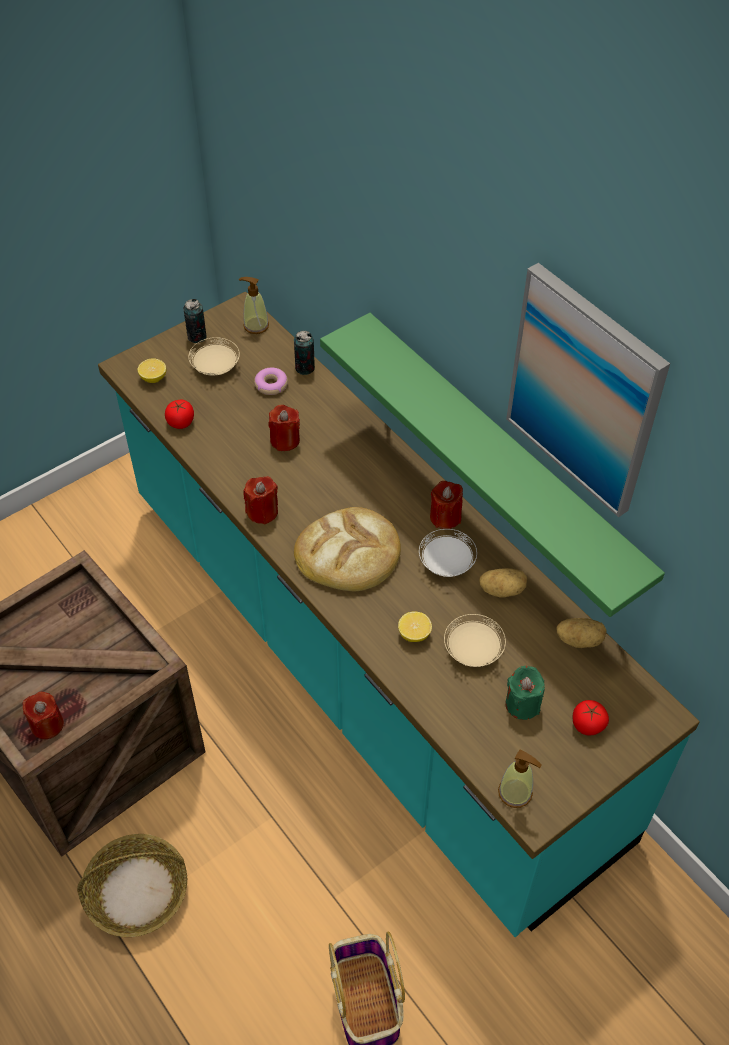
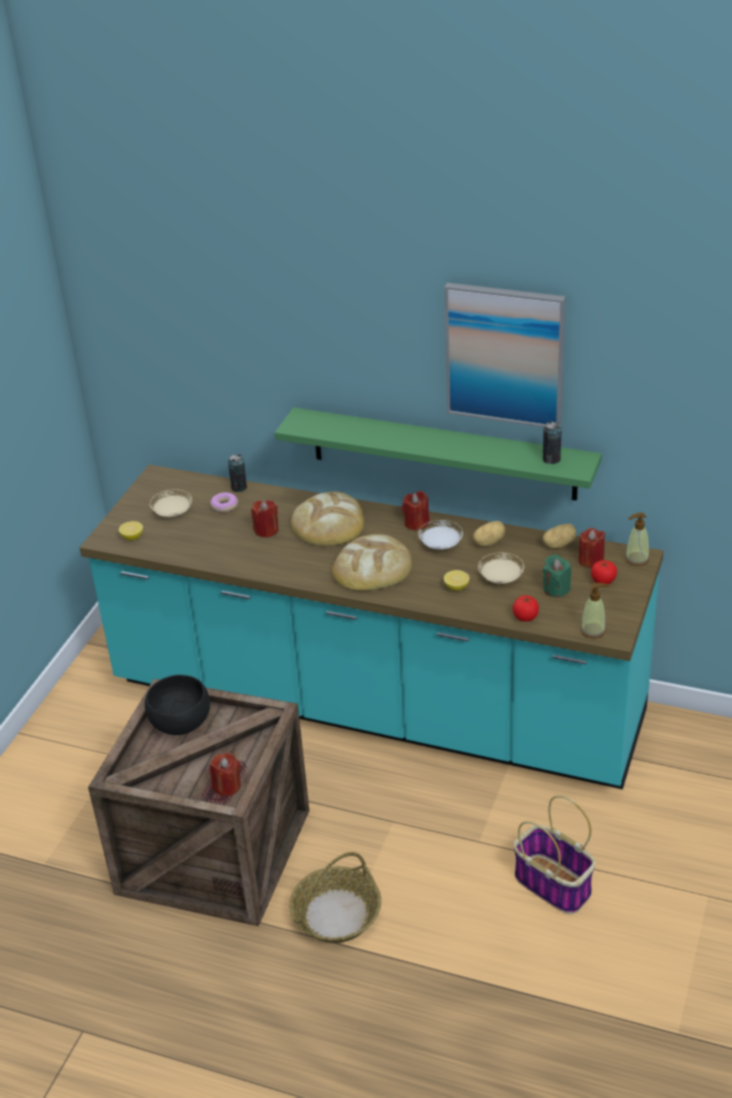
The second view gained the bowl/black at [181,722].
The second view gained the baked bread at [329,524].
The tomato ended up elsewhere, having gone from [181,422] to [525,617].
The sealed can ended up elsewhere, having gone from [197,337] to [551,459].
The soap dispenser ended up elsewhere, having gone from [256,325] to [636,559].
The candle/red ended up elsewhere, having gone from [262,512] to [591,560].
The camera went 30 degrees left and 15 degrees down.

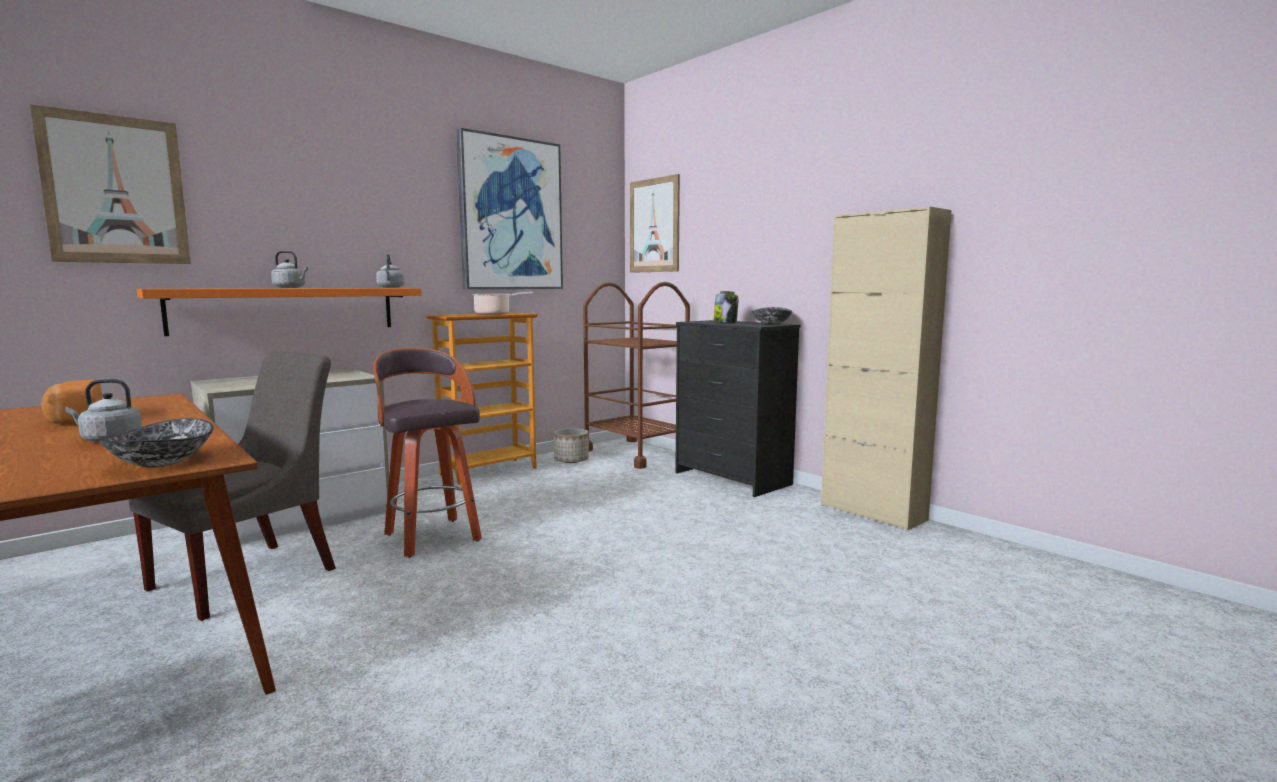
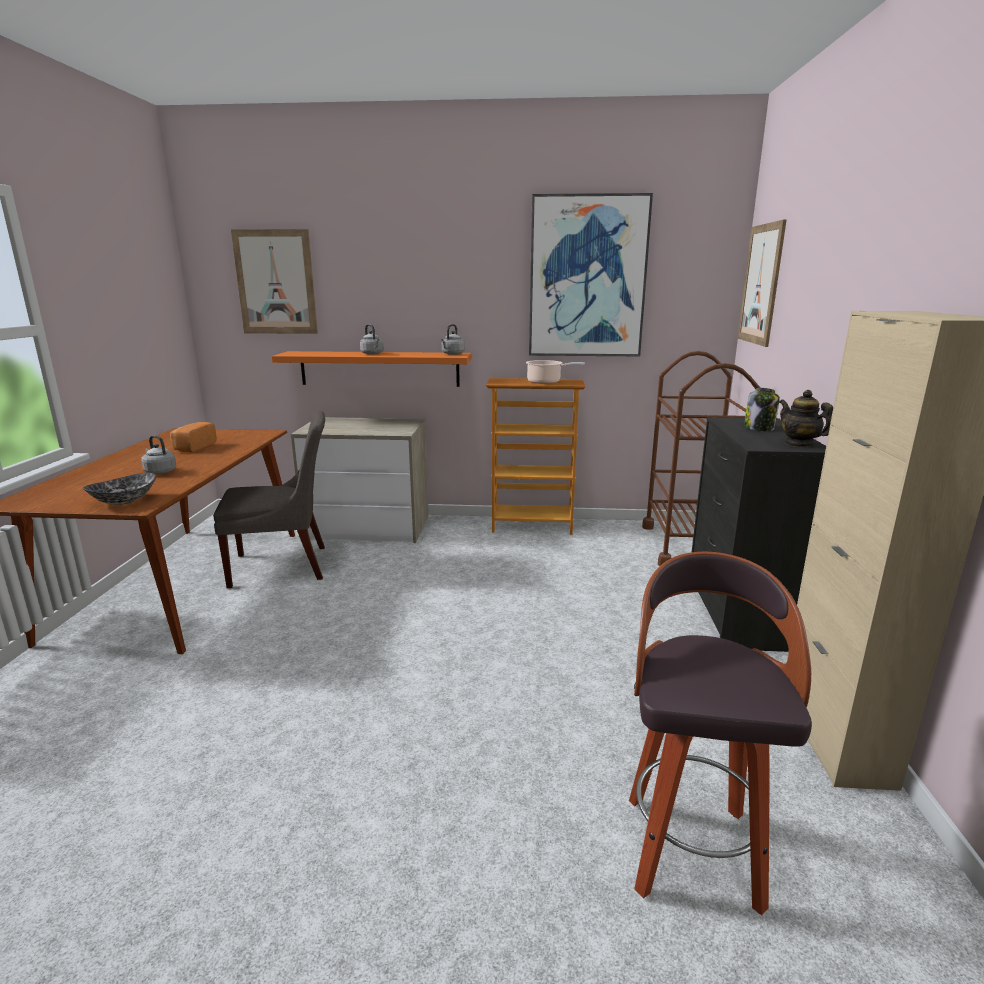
The second view lost the planter at [571,460].
The stool seat ended up elsewhere, having gone from [431,537] to [690,847].
Where the bowl stood at [772,324], the pot for tea came to stand at [799,444].
The camera went 45 degrees right and 10 degrees up.

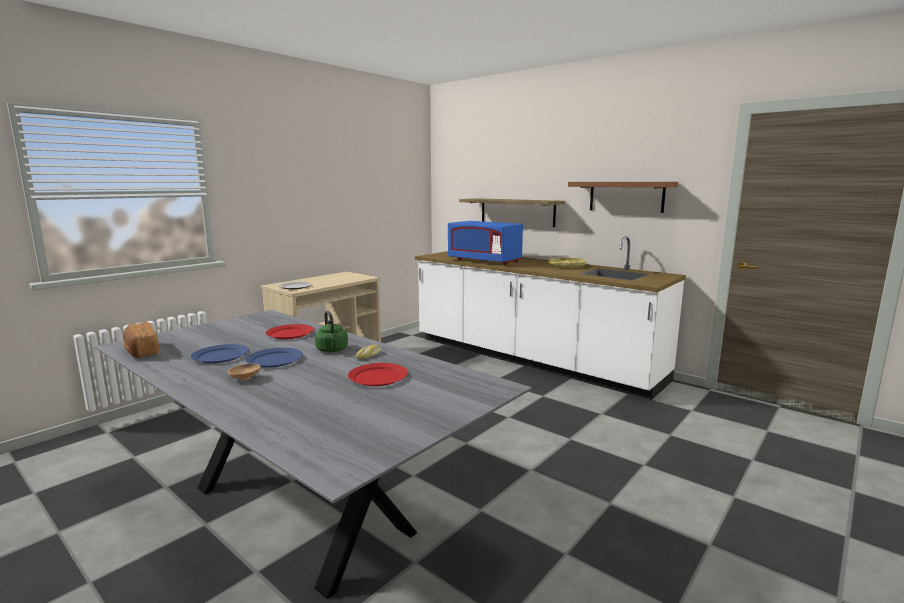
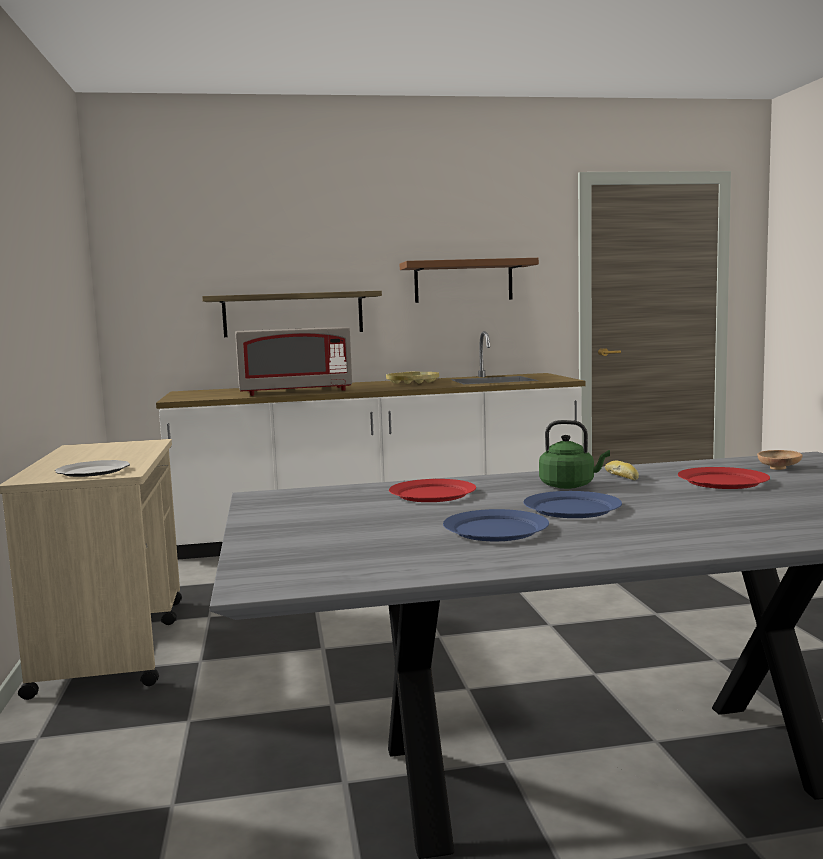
The second view lost the baked bread at [141,351].
The bowl/brownish ended up elsewhere, having gone from [245,379] to [779,468].
What was the kitchen microwave/bluish at [484,261] turned into the kitchen microwave/grey at [294,391].
The camera went 50 degrees left and 5 degrees down.

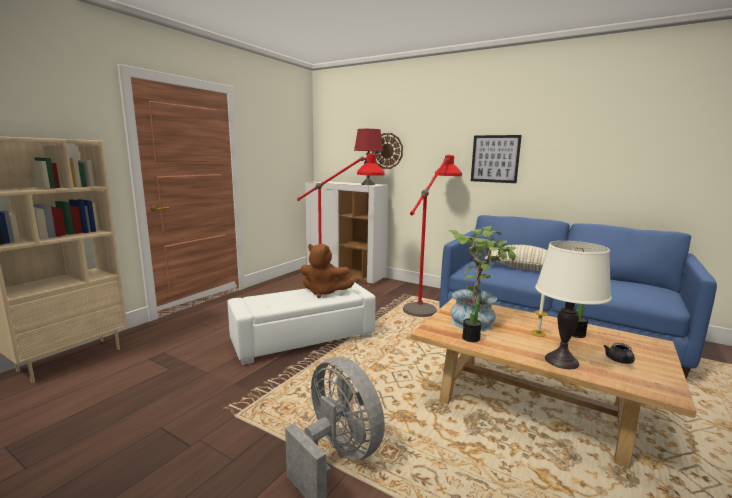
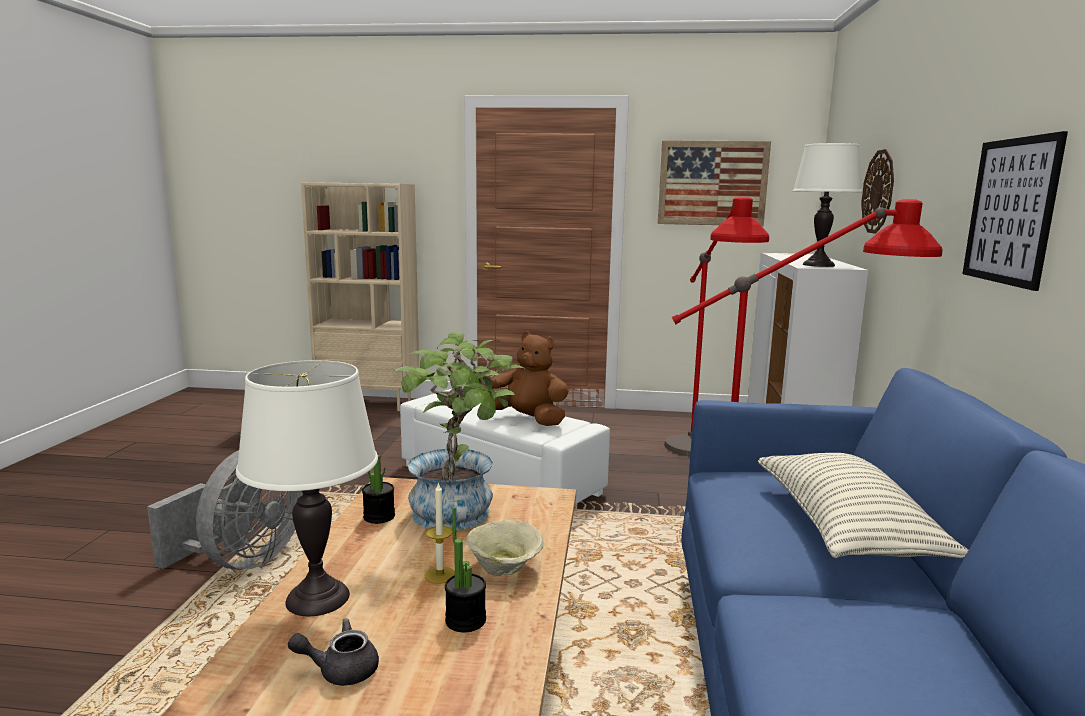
The second view gained the bowl/beige at [506,568].
The second view gained the wall picture at [712,183].
What was the table lamp/red at [367,184] turned into the table lamp/white at [818,265].
The soft toy/brownish at [324,292] ended up facing another way, 120 degrees clockwise from before.
The camera went 65 degrees right and 0 degrees up.

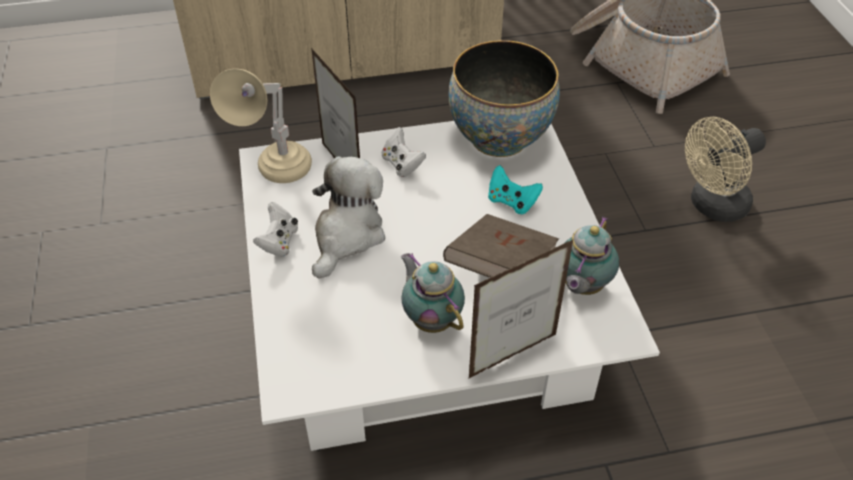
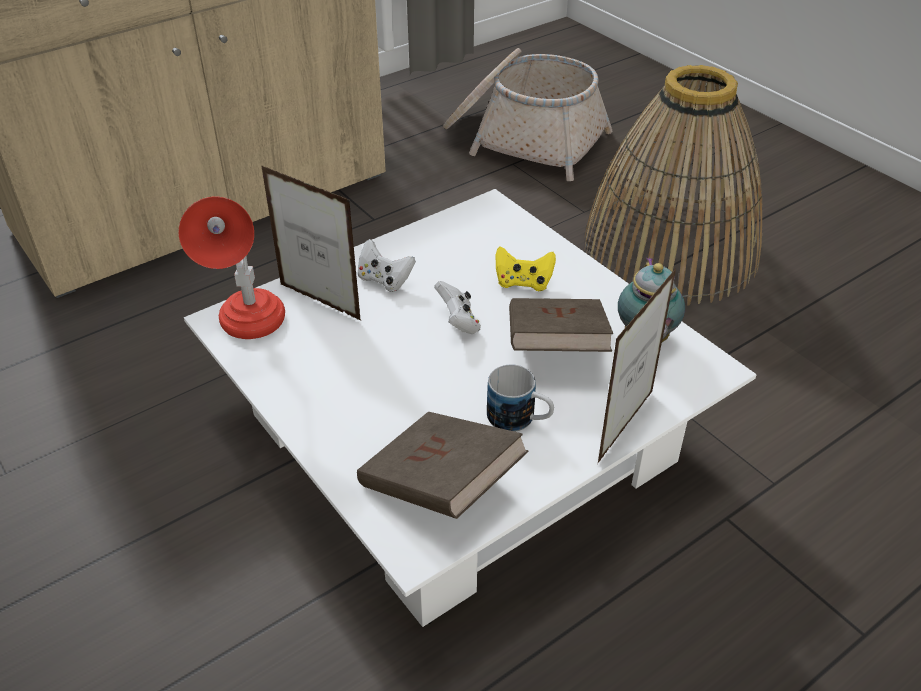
The second view lost the soft toy at [347,235].
The second view lost the bowl at [499,138].
The second view gained the book/brownish at [440,486].
The game controller/white ended up elsewhere, having gone from [279,242] to [458,322].
Where the pot for tea stood at [431,319], the mug came to stand at [520,420].
Where the fan/beige stood at [712,206], the storage basket came to stand at [670,250].
What was the table lamp/beige at [277,176] turned into the table lamp/red at [250,332].
What was the game controller/blue-green at [511,202] turned into the game controller/yellowish at [523,282].
The camera went 25 degrees left and 5 degrees down.

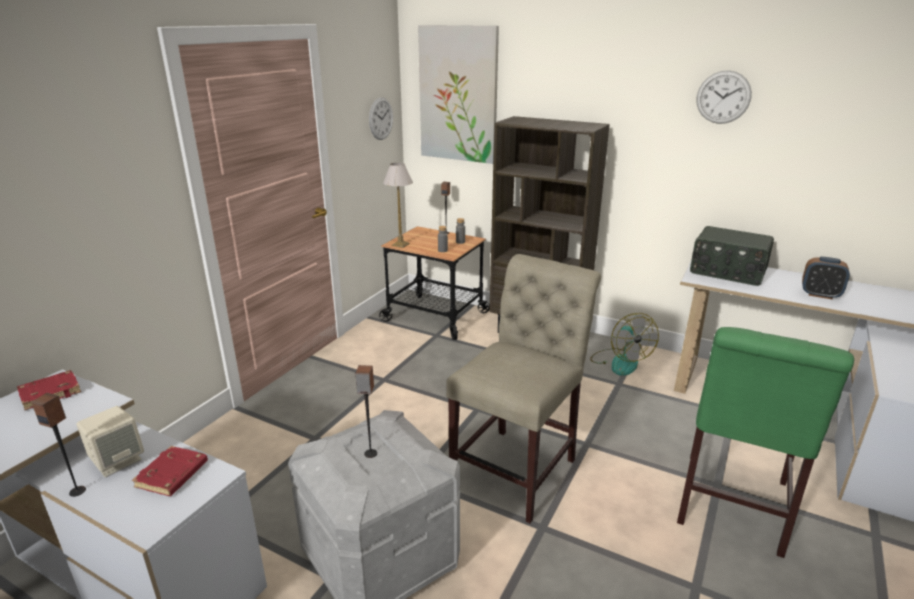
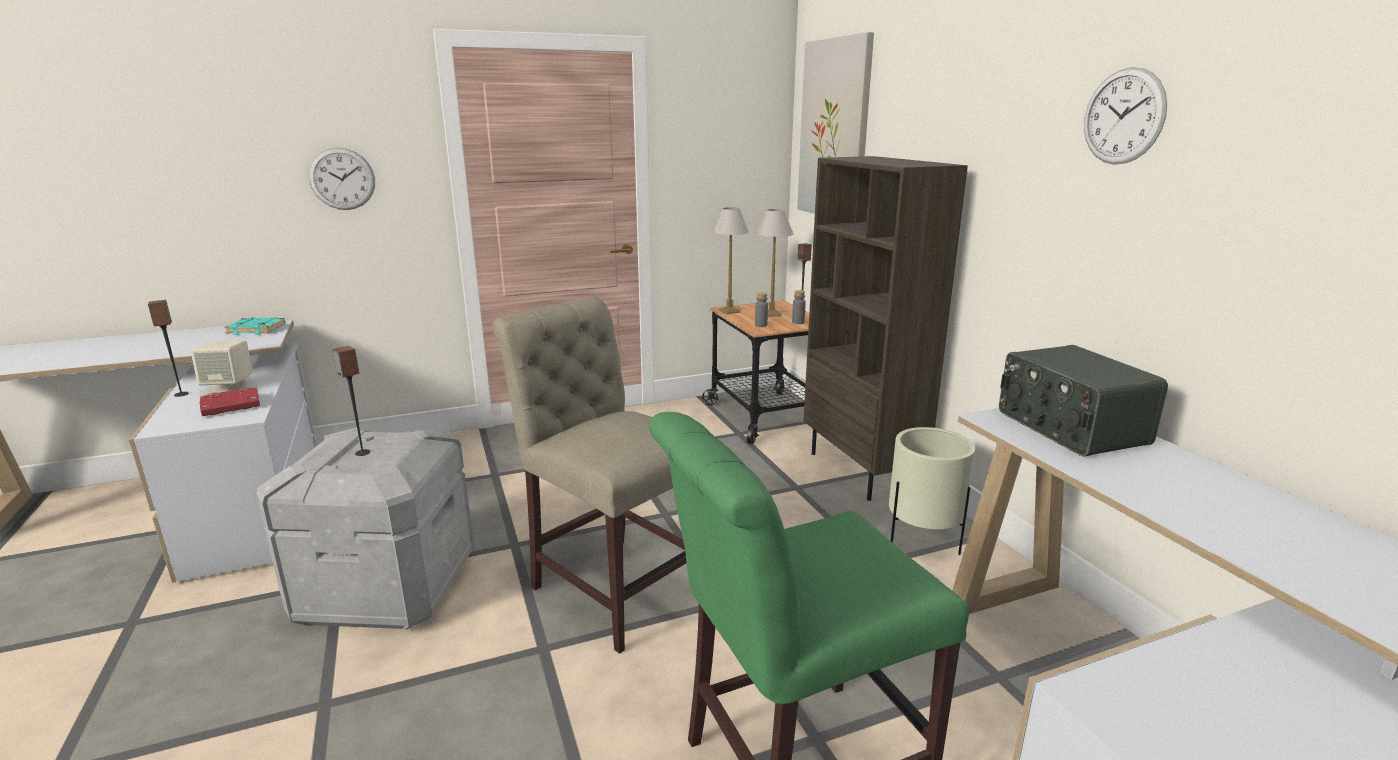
The second view lost the bedside clock at [820,295].
The second view gained the table lamp at [771,314].
The clock on the wall ended up elsewhere, having gone from [381,118] to [342,179].
Where the fan stood at [620,361], the planter/beige came to stand at [923,541].
What was the book/red at [51,393] turned into the book/blue-green at [257,329].
The upright chair/beige at [518,468] ended up facing another way, 120 degrees counterclockwise from before.
The camera went 40 degrees right and 5 degrees down.

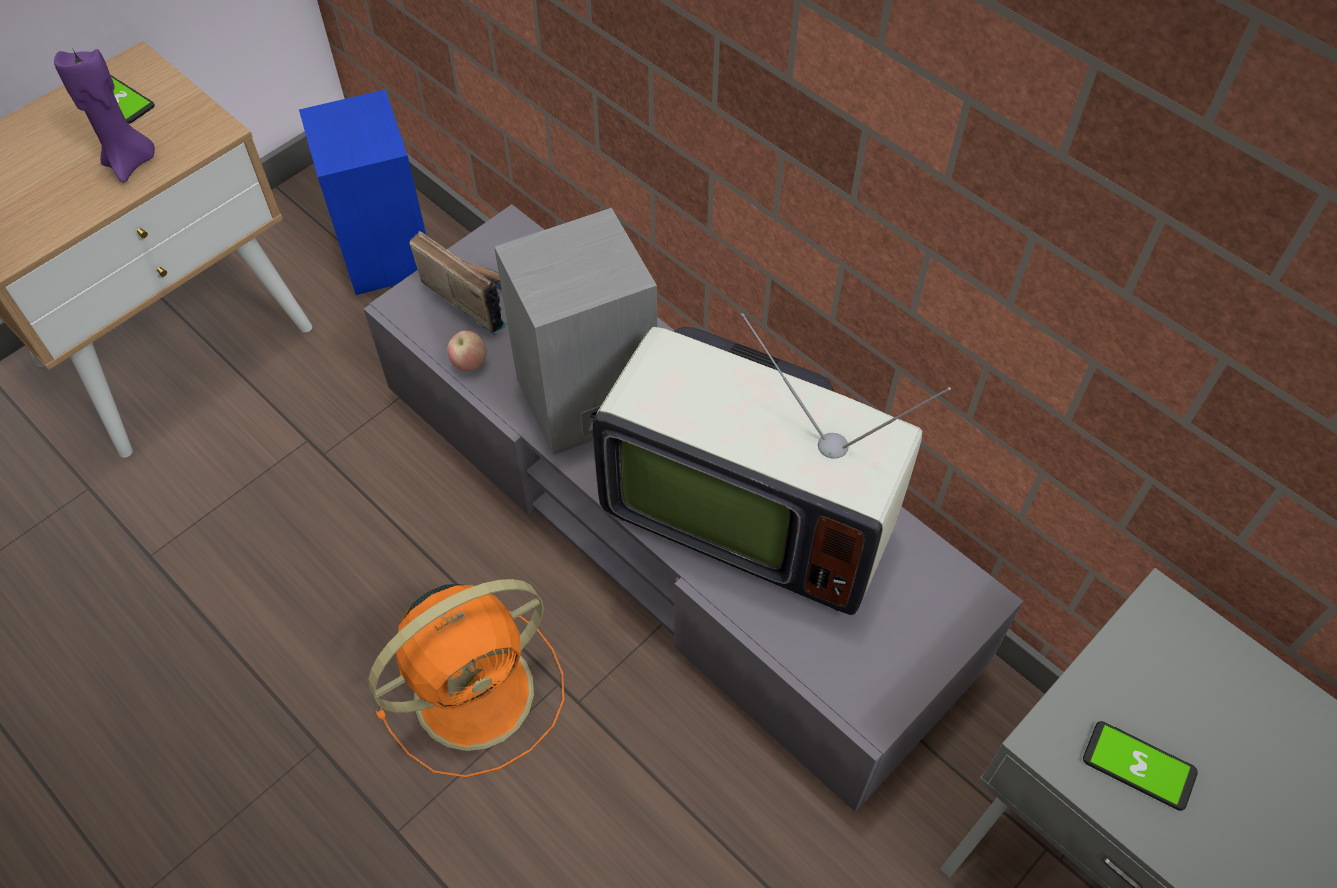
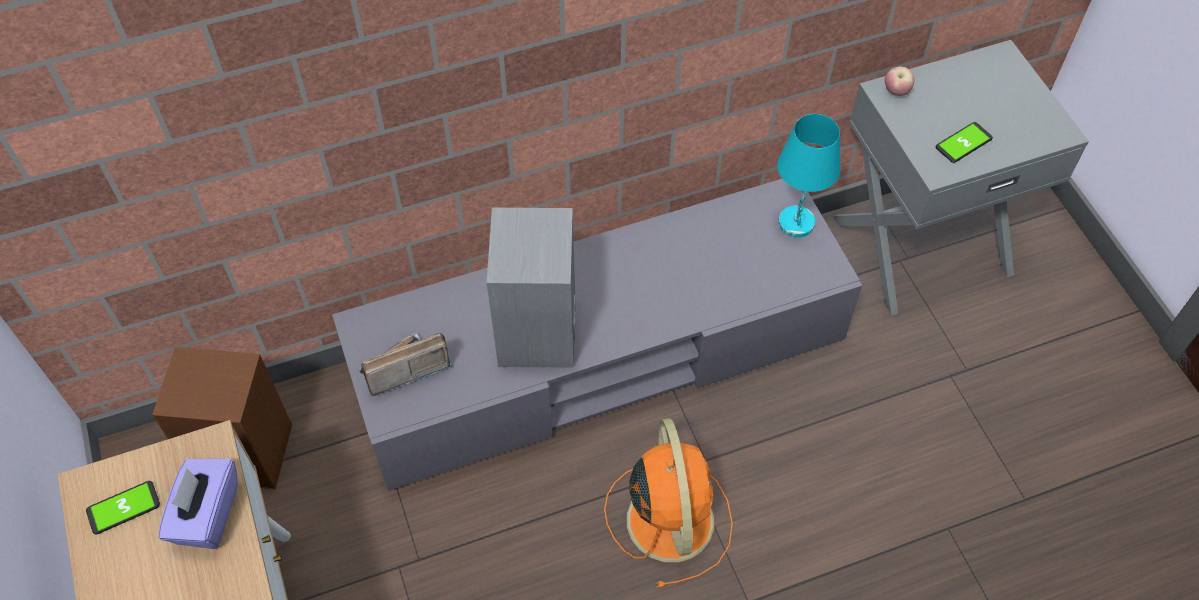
The second view lost the TV set at [748,510].
The second view gained the table lamp/blue-green at [796,224].
The apple ended up elsewhere, having gone from [469,363] to [896,91].
Where the candle/purplish stood at [130,162], the tissue box/purplish came to stand at [206,515].
What was the loudspeaker/bluish at [388,253] turned into the loudspeaker/brownish at [247,451].
The camera went 65 degrees left and 0 degrees up.

